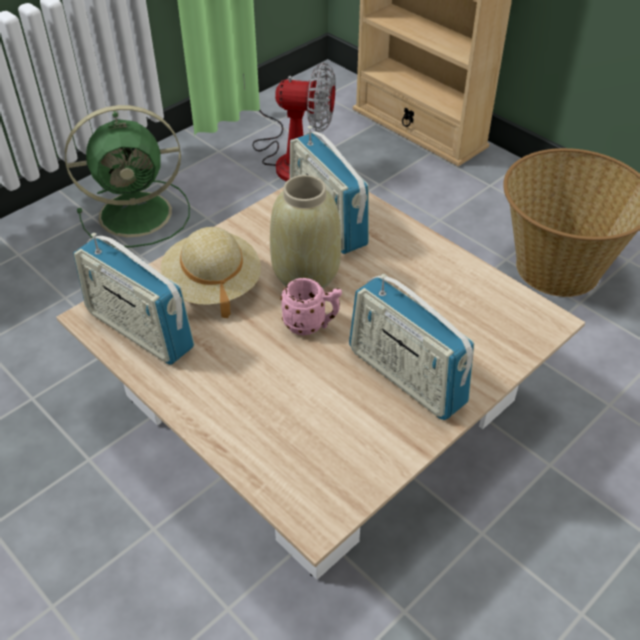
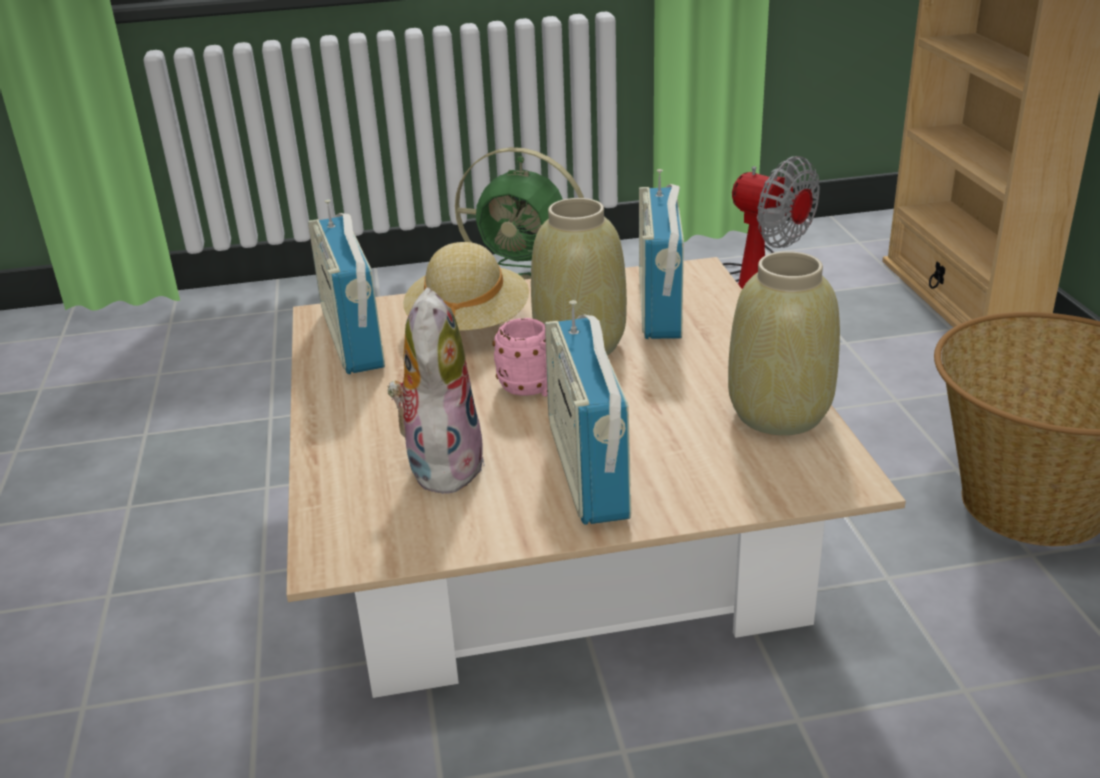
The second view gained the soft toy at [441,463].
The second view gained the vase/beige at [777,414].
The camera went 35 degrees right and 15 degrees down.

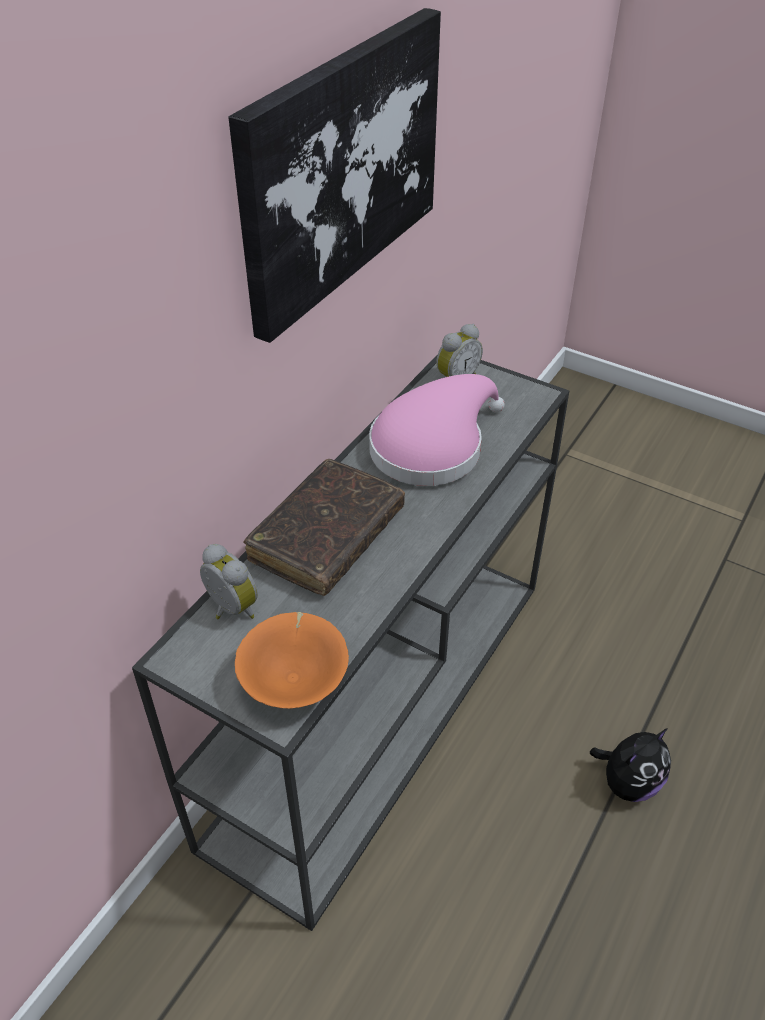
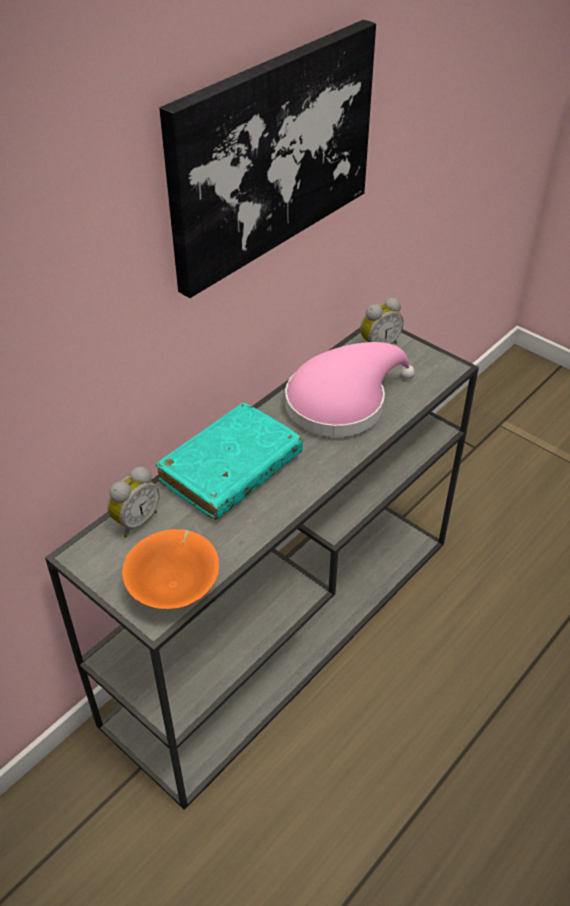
The second view lost the soft toy at [628,782].
What was the book/brownish at [327,537] turned into the book/blue-green at [231,470].
The bedside clock at [229,609] ended up facing another way, 75 degrees clockwise from before.
The camera went 10 degrees right and 0 degrees up.

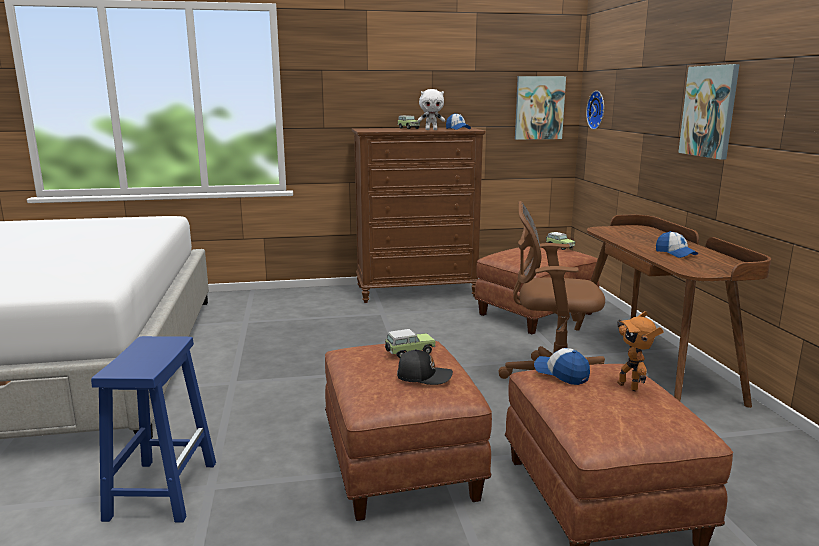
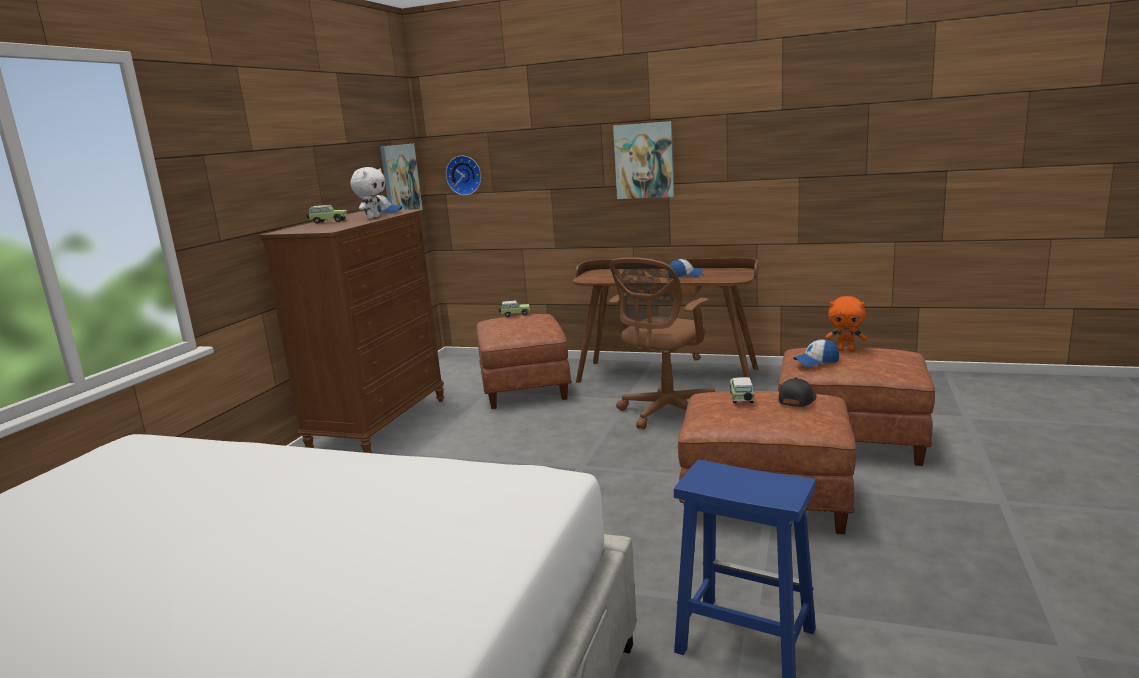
Where the robot figure stood at [629,386], the soft toy/orange-coloured came to stand at [846,350].
The camera went 60 degrees left and 0 degrees up.

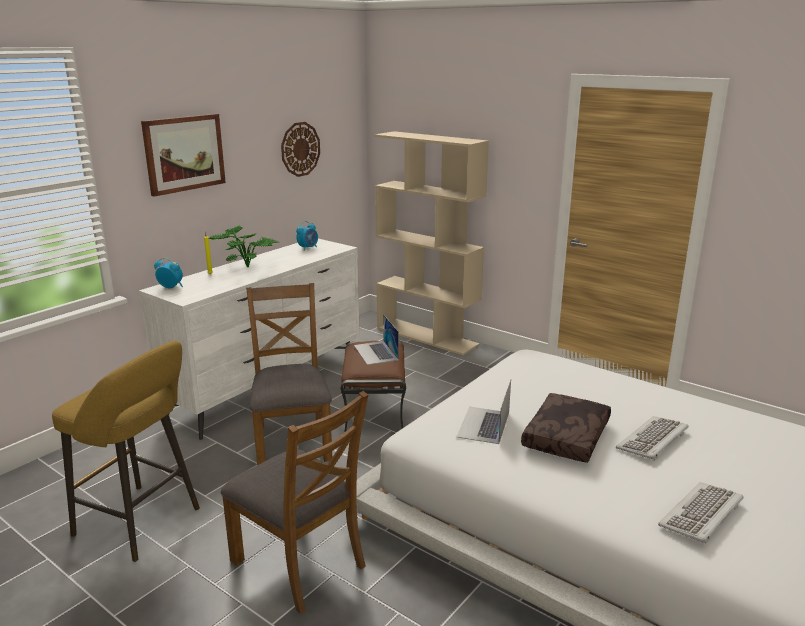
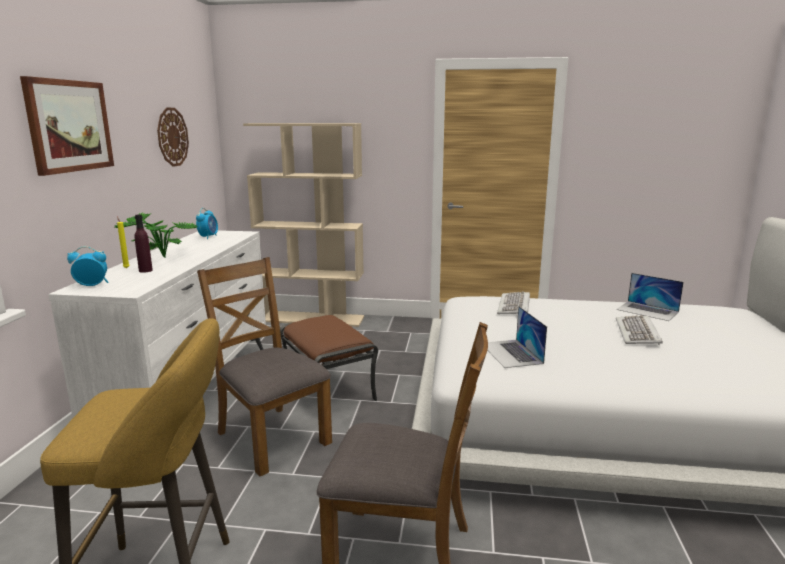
The second view lost the cushion/brownish at [567,437].
The second view gained the bottle/purplish at [145,270].
The portable computer ended up elsewhere, having gone from [376,352] to [647,311].
The keyboard ended up elsewhere, having gone from [702,515] to [514,306].
The camera went 30 degrees left and 5 degrees down.

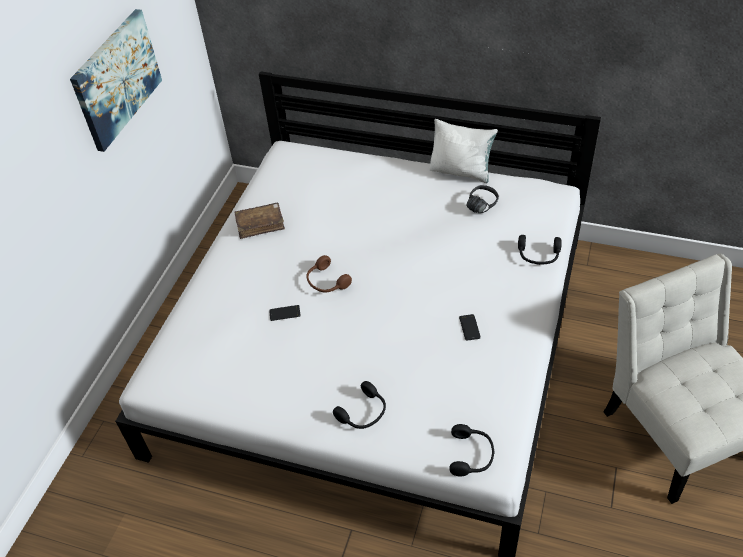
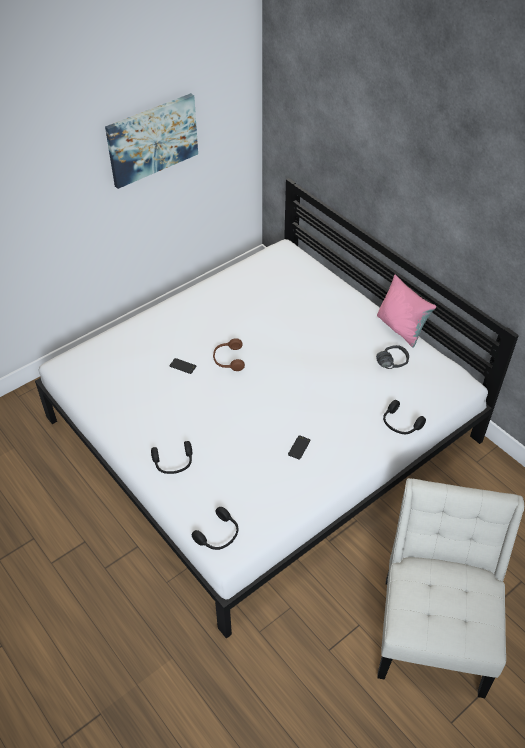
The second view lost the book/brownish at [260,224].
What was the cushion/white at [461,171] turned into the cushion/pink-coloured at [401,328].
The camera went 30 degrees right and 0 degrees up.

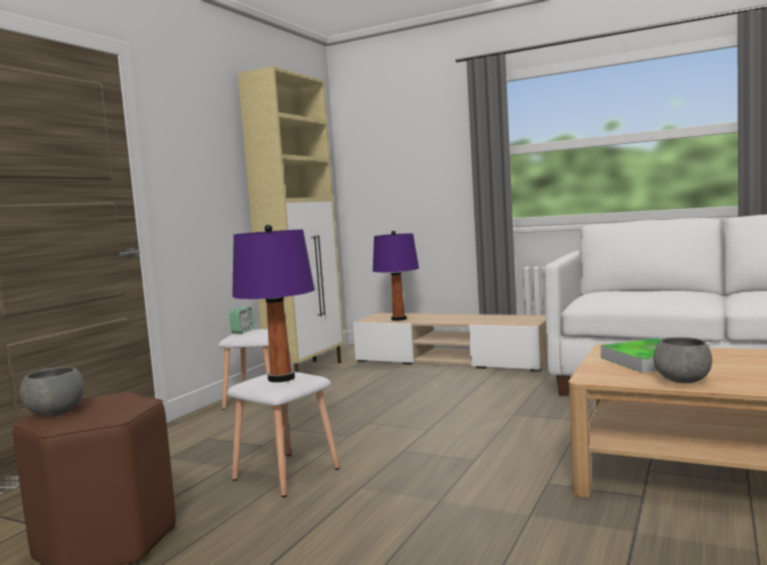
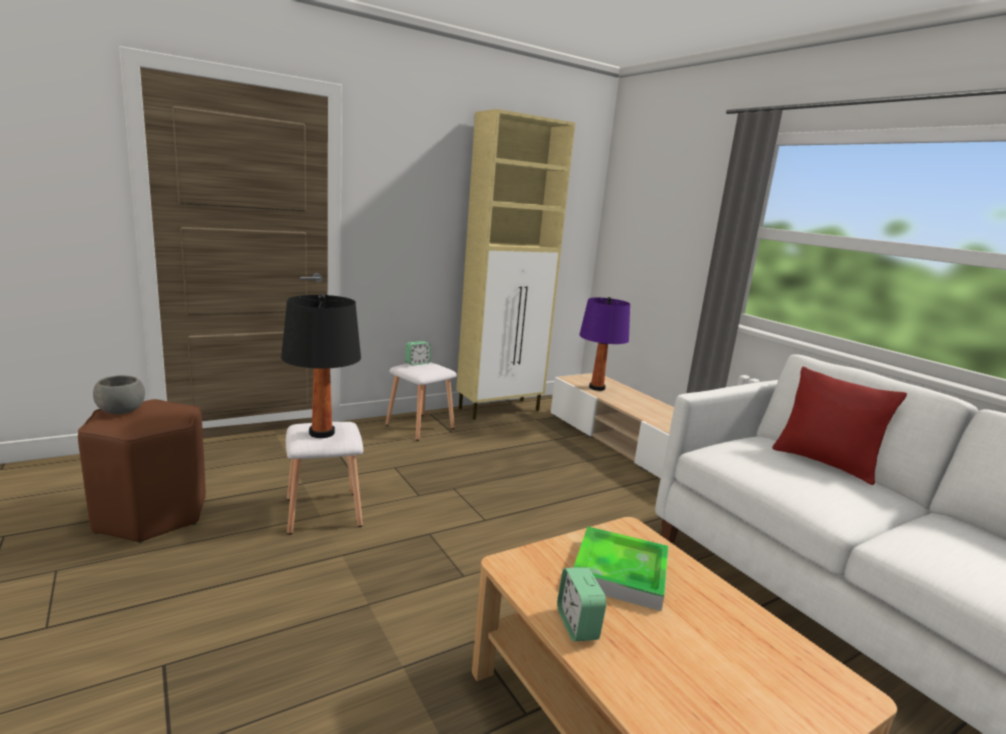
The second view gained the cushion/red at [824,463].
Where the bowl/grey stood at [683,381], the bedside clock came to stand at [577,625].
What was the table lamp/purplish at [281,378] turned into the table lamp/black at [322,433].
The camera went 30 degrees right and 10 degrees up.

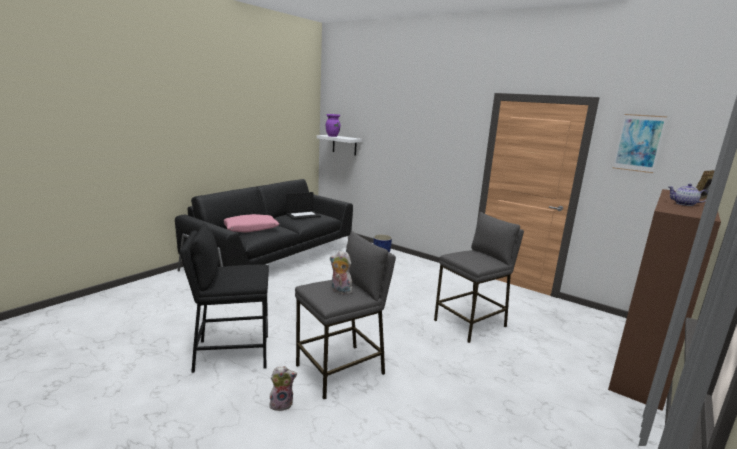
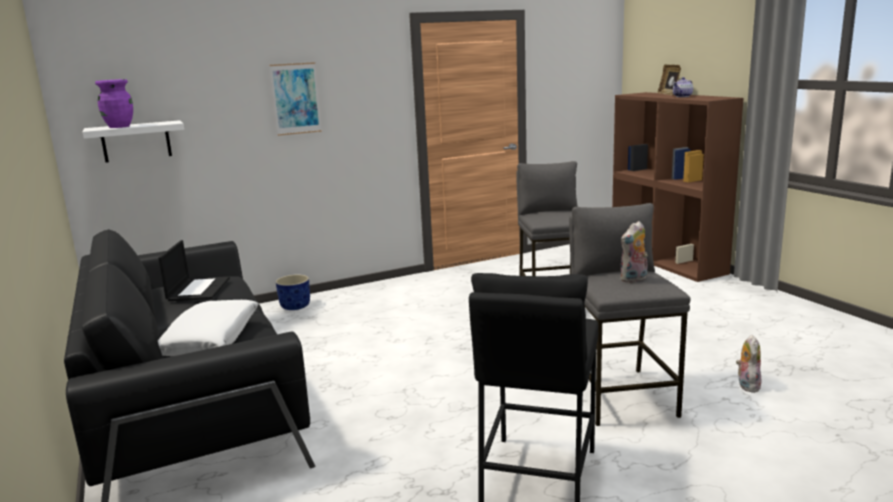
The soft toy ended up elsewhere, having gone from [282,404] to [746,385].
The wall picture ended up elsewhere, having gone from [638,143] to [296,98].
What was the cushion/pink-coloured at [251,229] turned into the cushion/white at [211,339].
The camera went 60 degrees left and 0 degrees up.

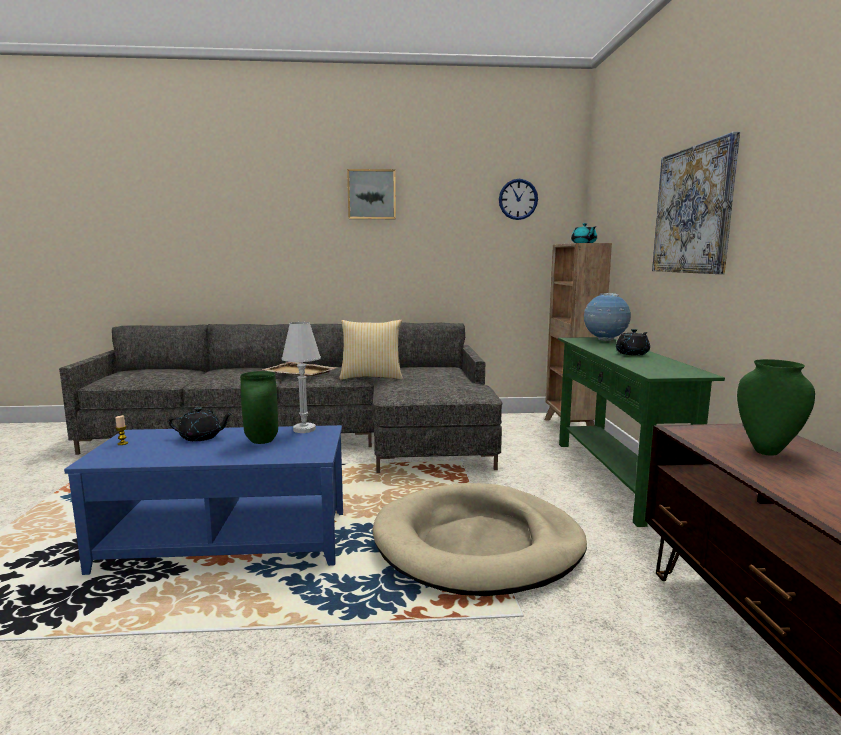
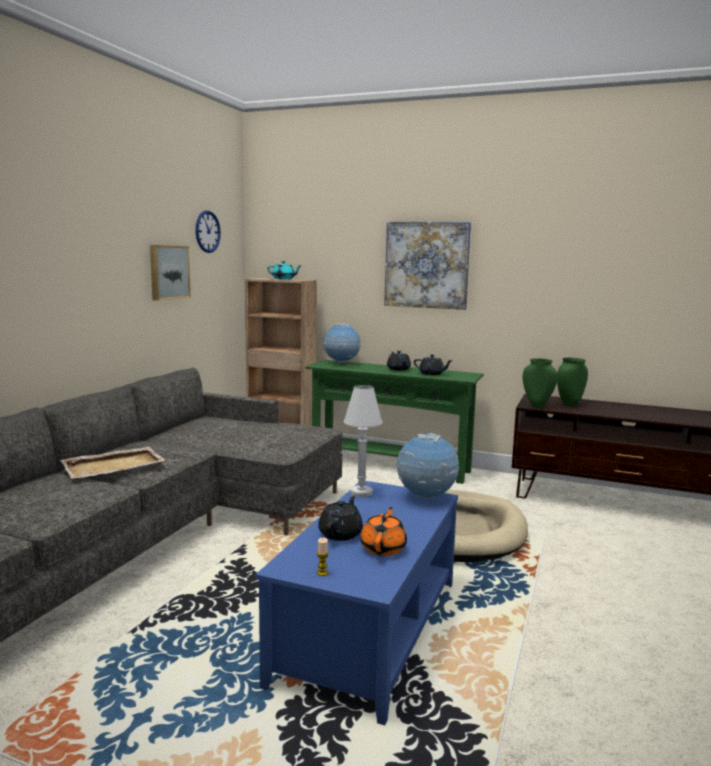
The second view lost the cushion at [371,377].
The second view gained the pot for tea/orange-coloured at [383,548].
The second view gained the world globe at [426,498].
The second view gained the pot for tea/black at [432,374].
The vase/green-coloured ended up elsewhere, having gone from [263,441] to [537,406].
The wall picture ended up elsewhere, having gone from [371,194] to [168,272].
The camera went 65 degrees left and 0 degrees up.

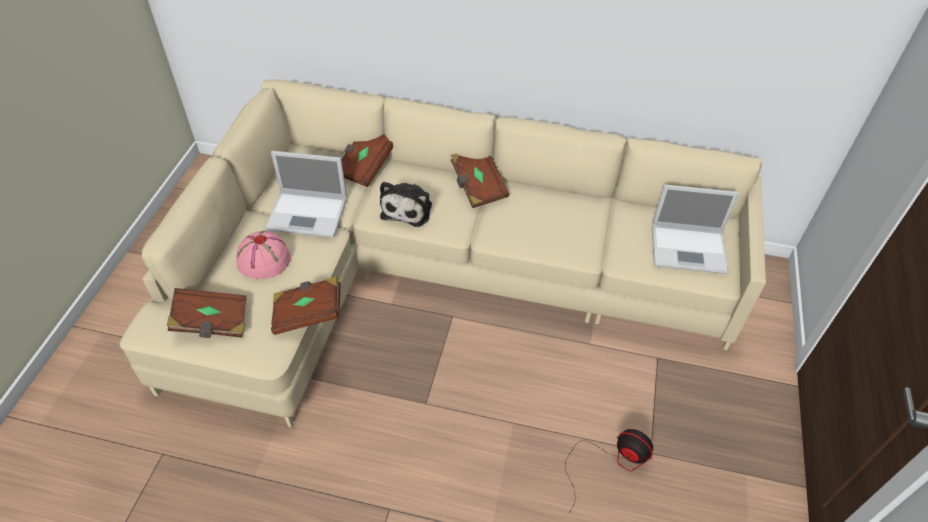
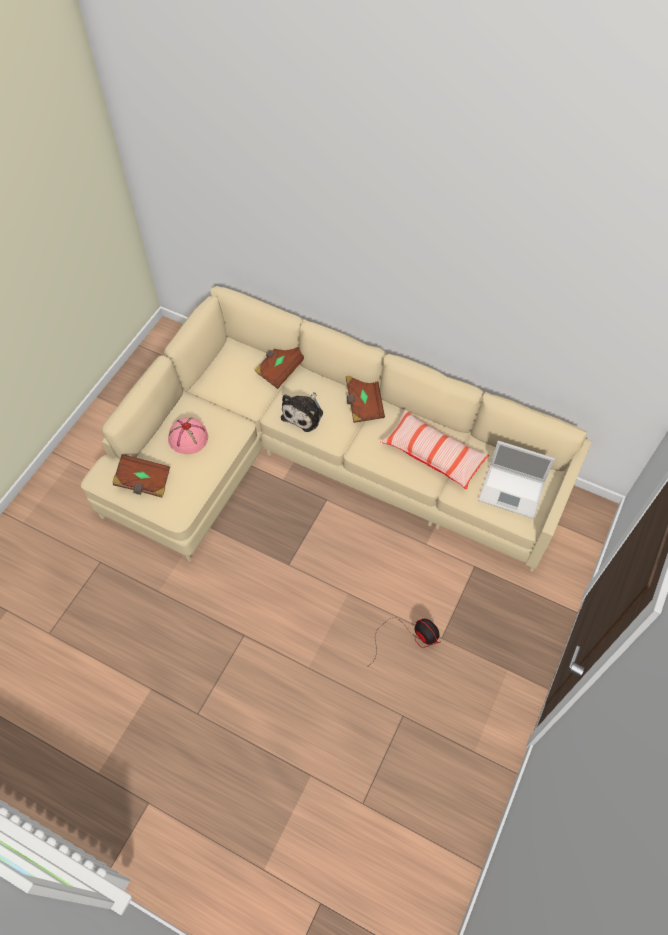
The second view lost the portable computer at [308,214].
The second view lost the book/brownish at [308,314].
The second view gained the cushion at [433,454].
The camera went 15 degrees right and 10 degrees up.

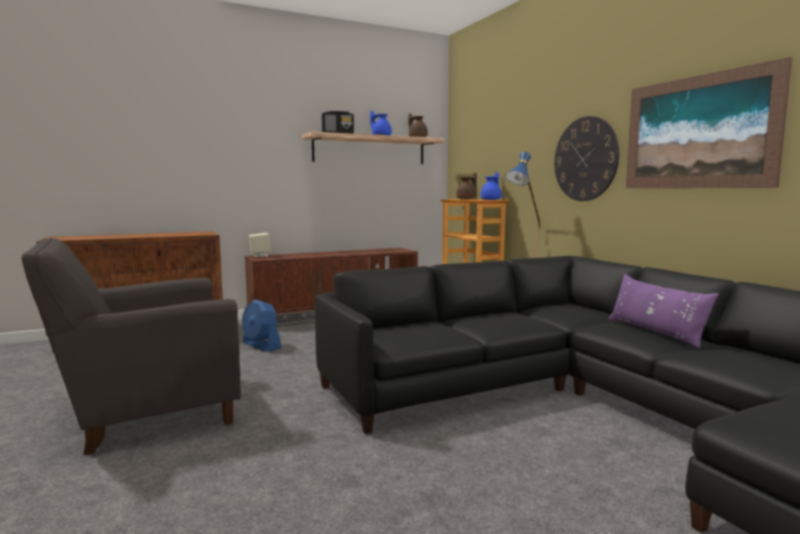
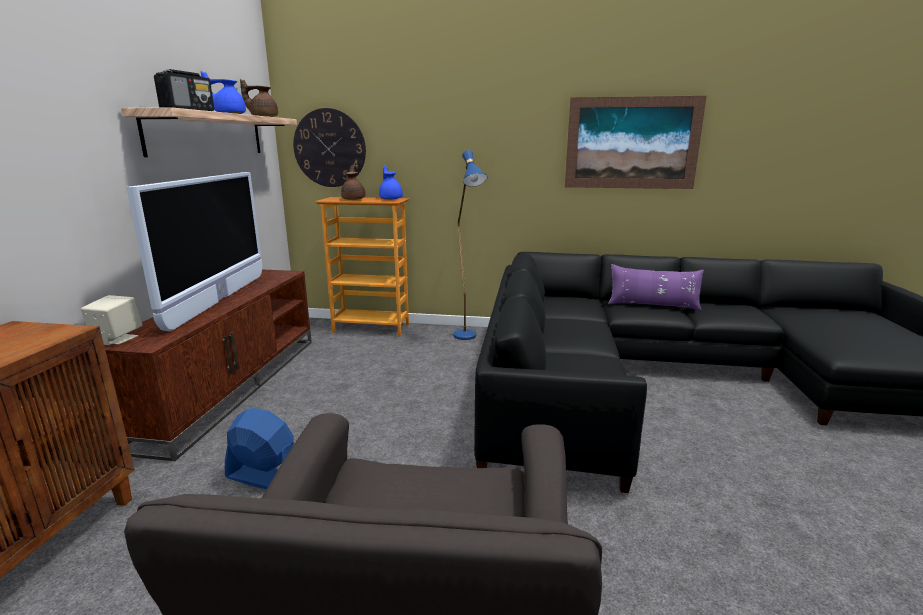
The second view gained the TV set at [220,300].
The clock on the wall ended up elsewhere, having gone from [585,159] to [329,148].
The fan/bluish at [261,345] ended up facing another way, 150 degrees counterclockwise from before.
The camera went 55 degrees left and 10 degrees up.

